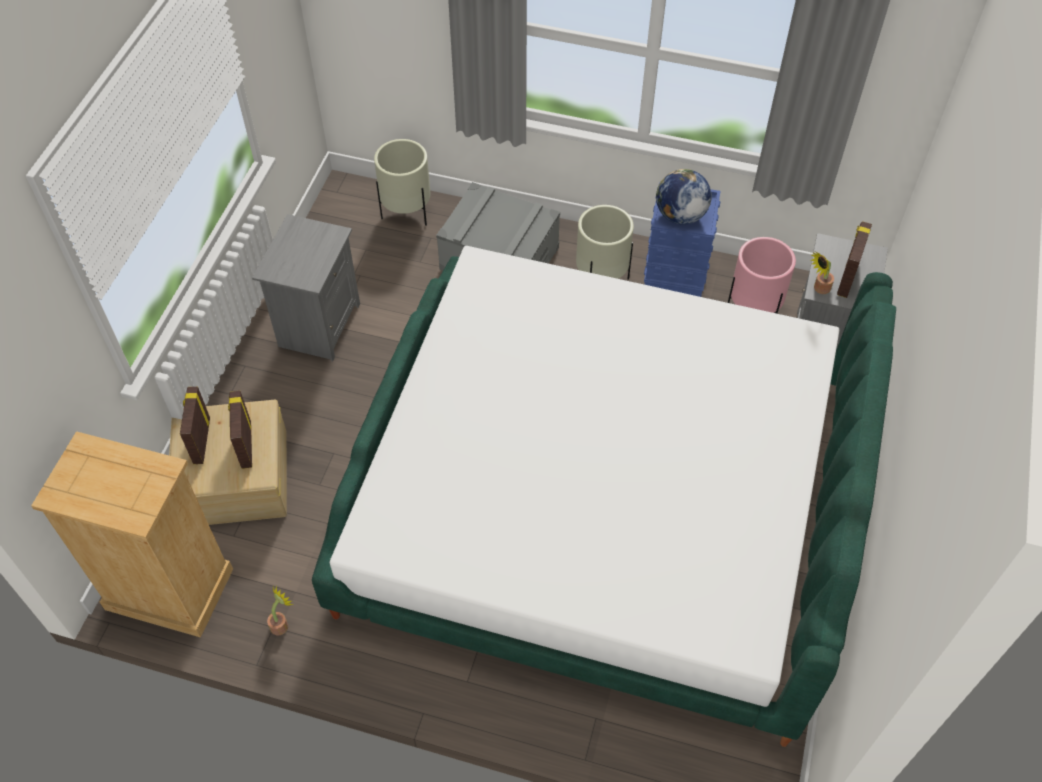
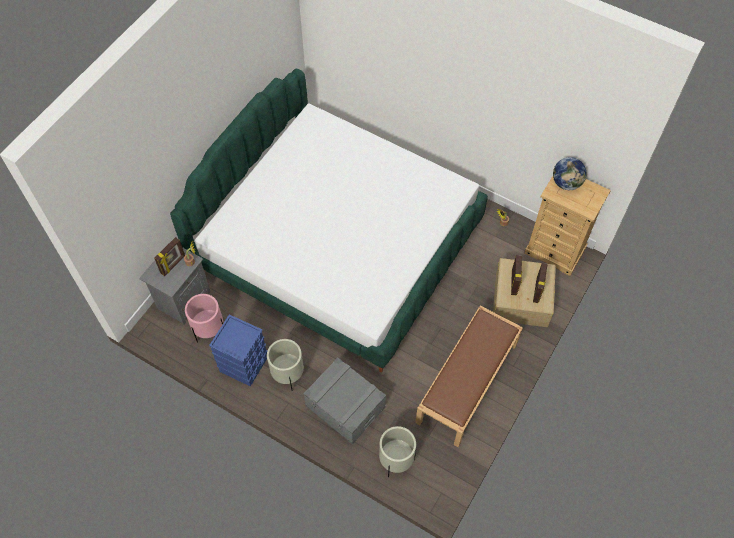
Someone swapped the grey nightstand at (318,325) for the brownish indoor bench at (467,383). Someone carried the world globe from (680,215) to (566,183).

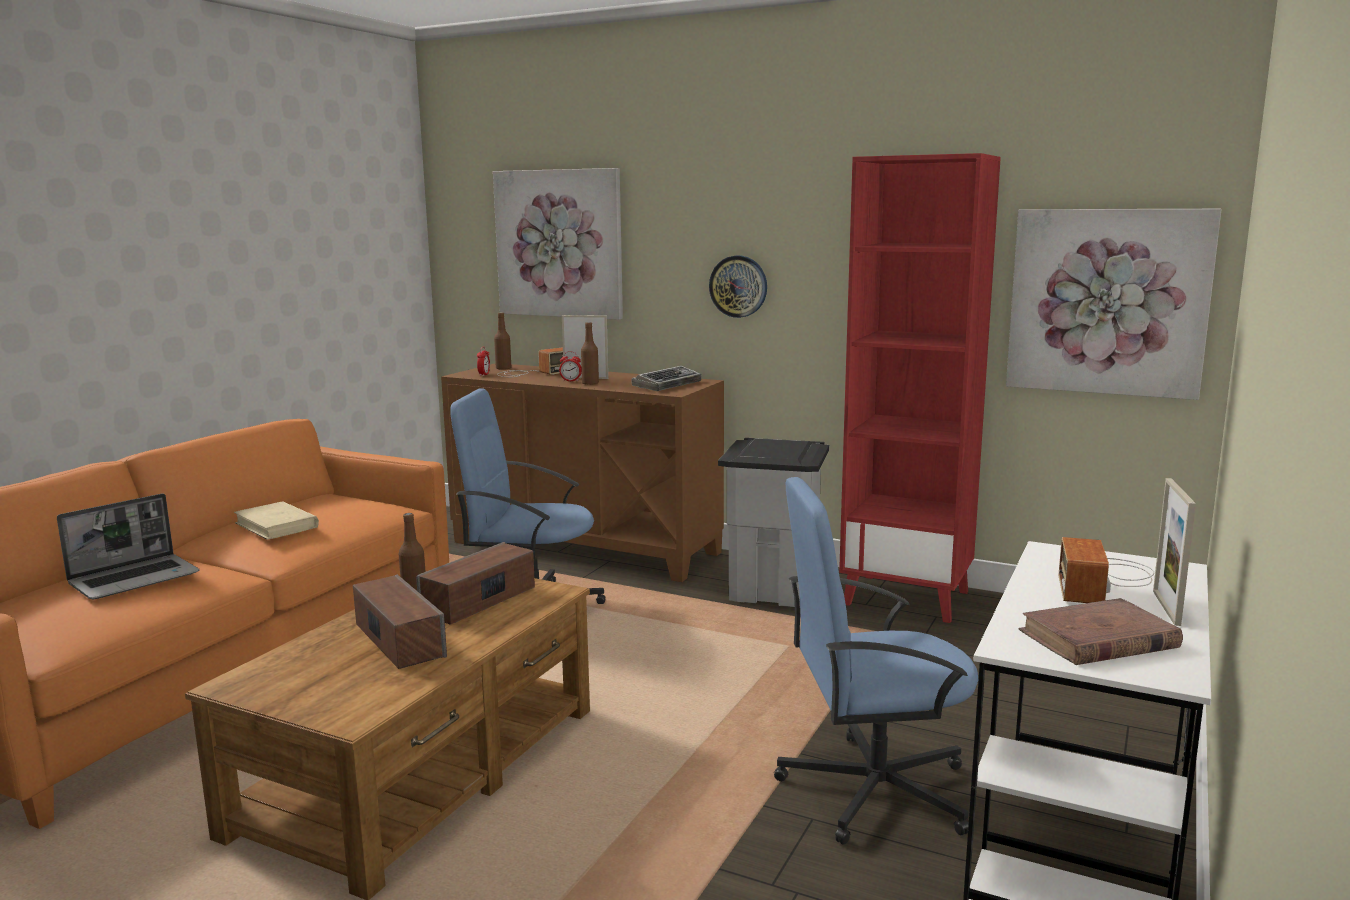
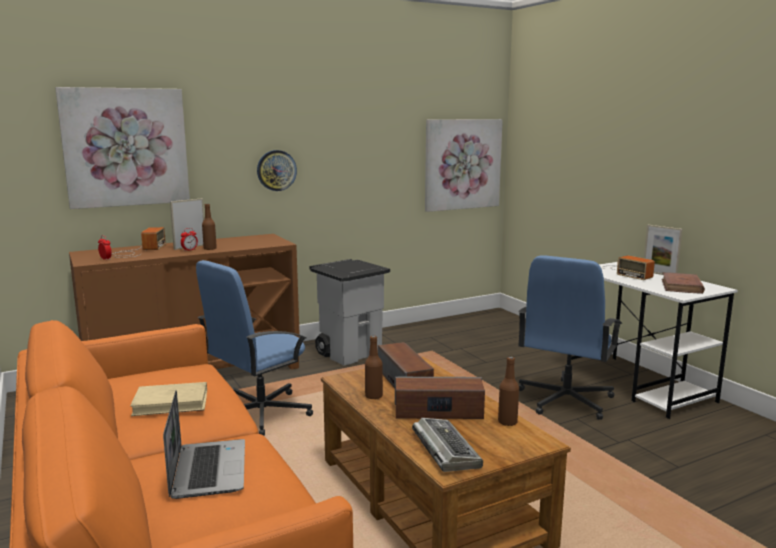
Someone carried the brownish drink bottle from (503,368) to (507,422). Someone carried the PC keyboard from (667,385) to (445,450). Someone took away the red-coloured bookshelf at (907,597).

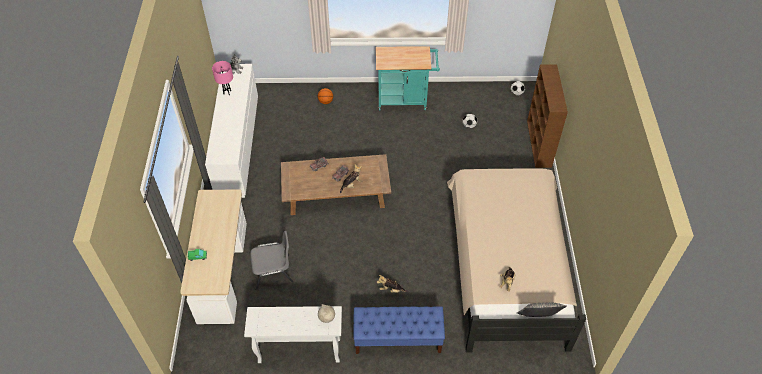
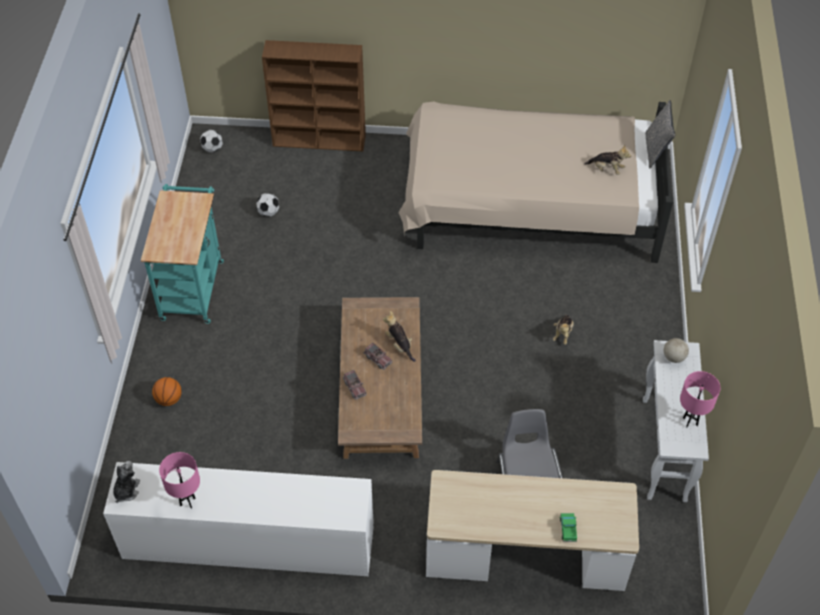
Someone took away the bluish indoor bench at (397,339). Someone put down the pinkish tabletop lamp at (690,421).

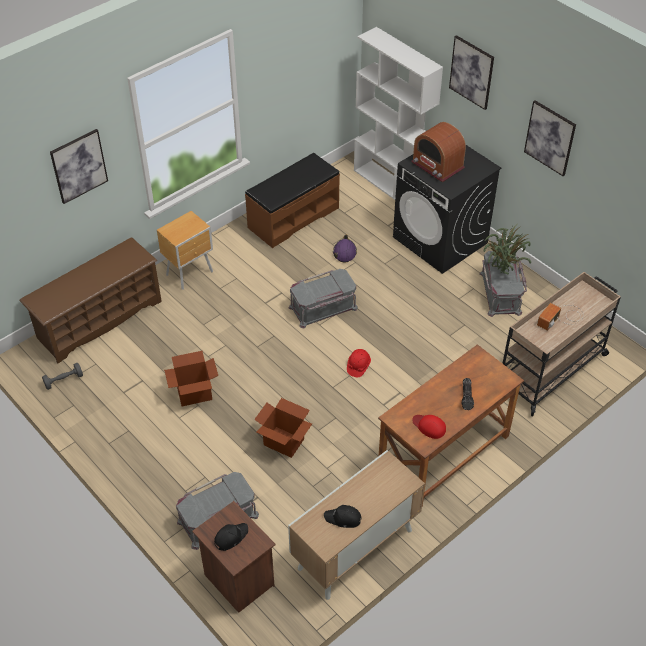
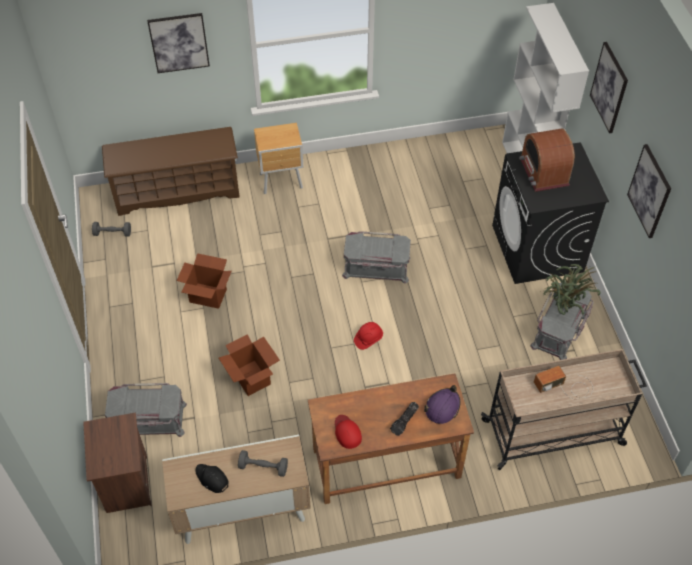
Someone took away the black baseball cap at (230,537). Someone took away the brownish indoor bench at (293,217). Someone carried the purple-coloured hard hat from (344,252) to (442,407). Someone put down the grey hand weight at (263,467).

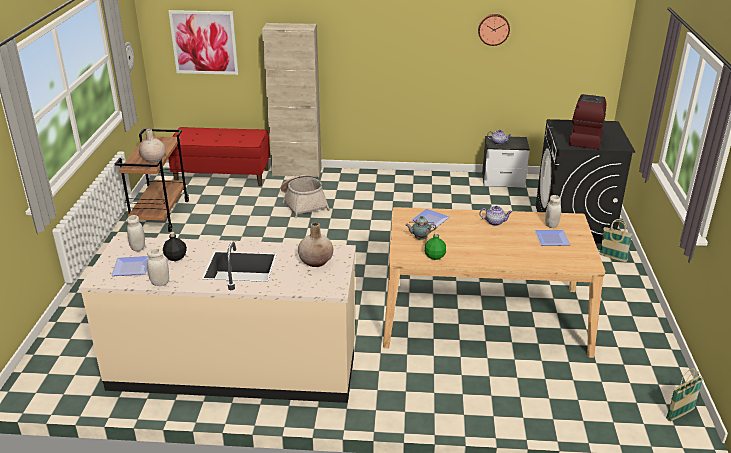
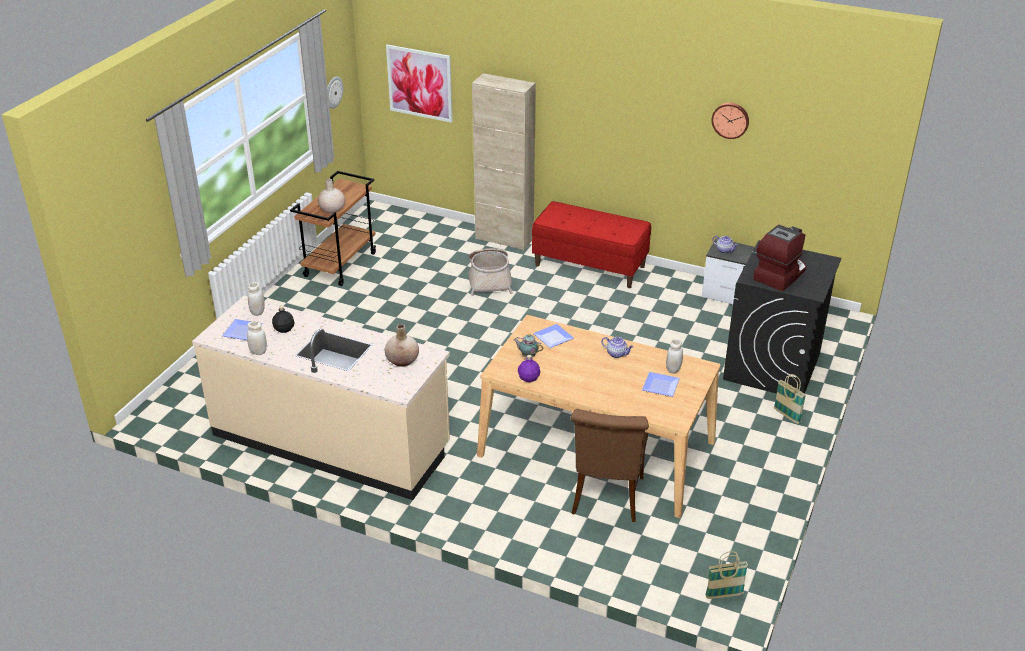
Someone carried the red-coloured indoor bench from (222,176) to (590,265). Someone repainted the green drink bottle at (434,256), which became the purple-coloured drink bottle at (528,378). Someone put down the brownish plain chair at (606,499).

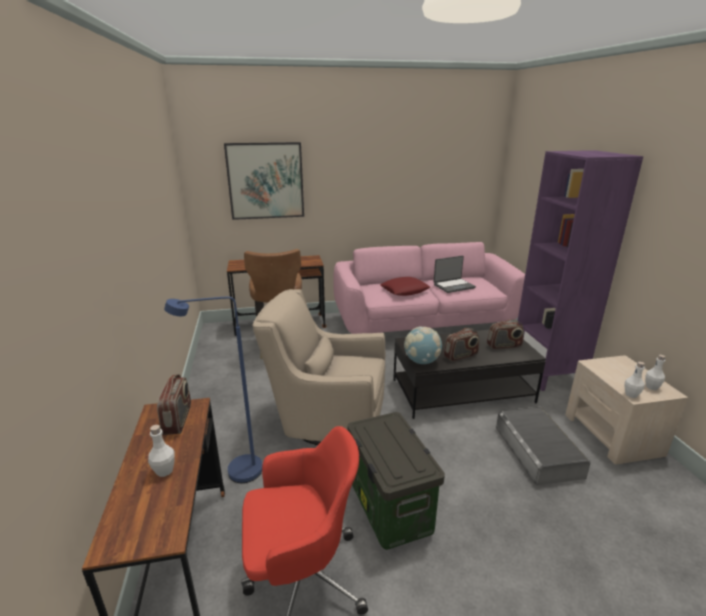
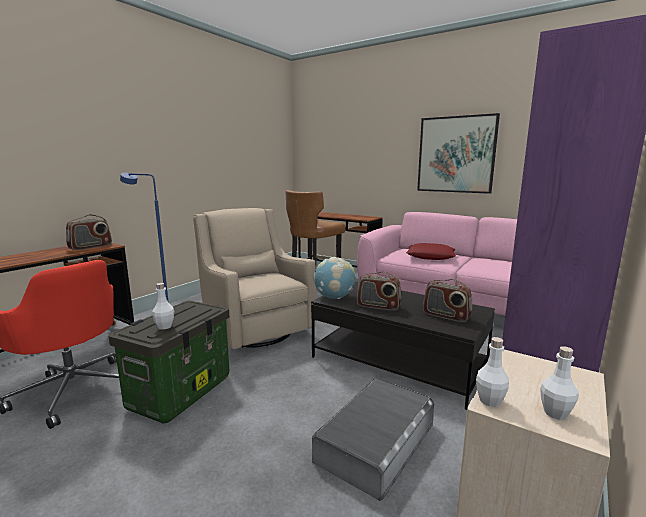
Someone carried the white-coloured drink bottle from (164,471) to (164,327). Someone carried the picture from (265,181) to (456,154). Someone took away the notebook computer at (453,286).

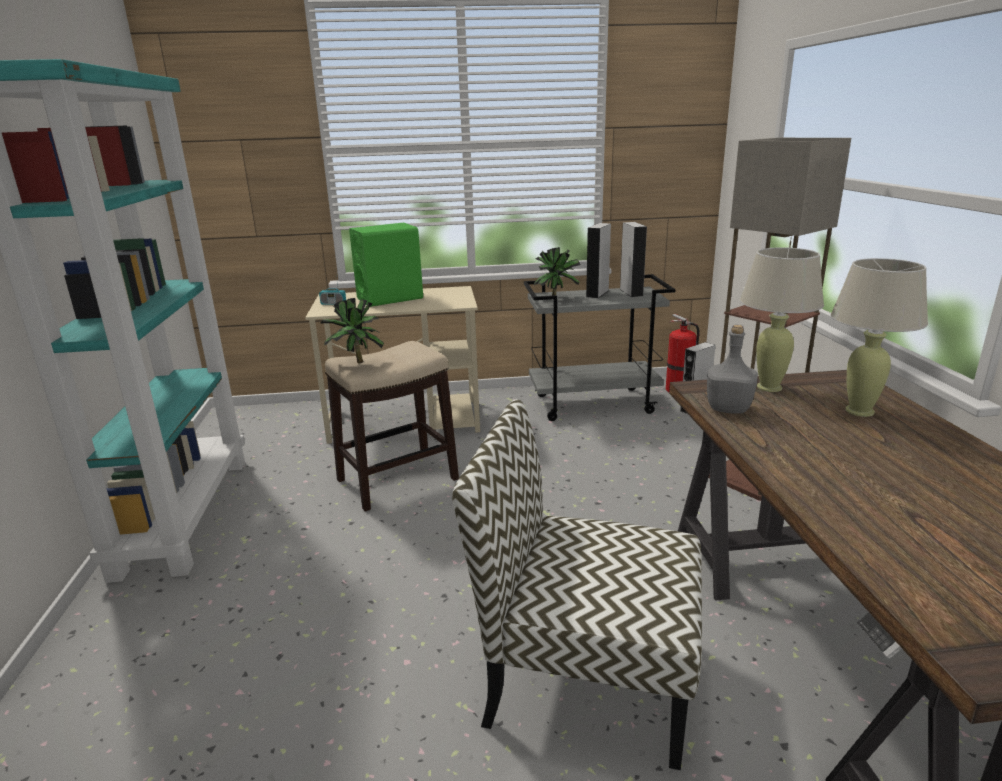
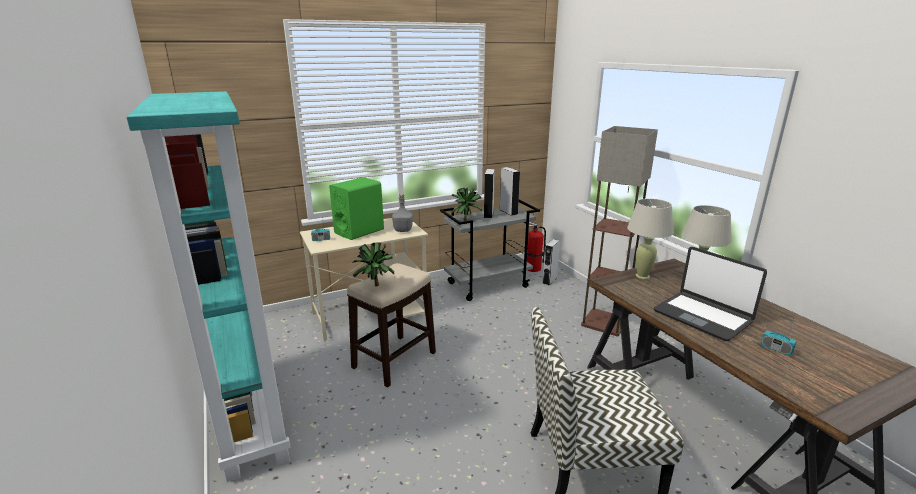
Someone carried the grey drink bottle from (727,408) to (402,230). Someone put down the notebook computer at (702,316). Someone put down the radio receiver at (776,349).

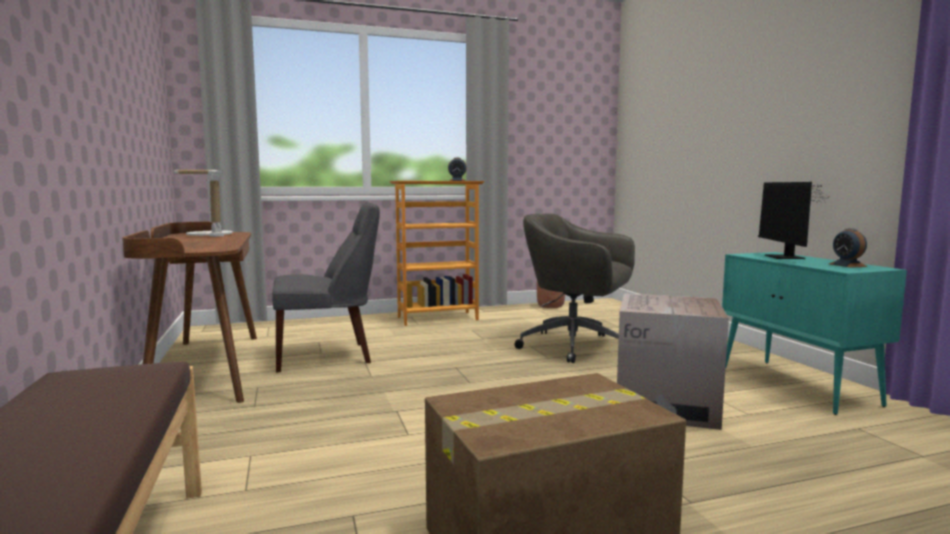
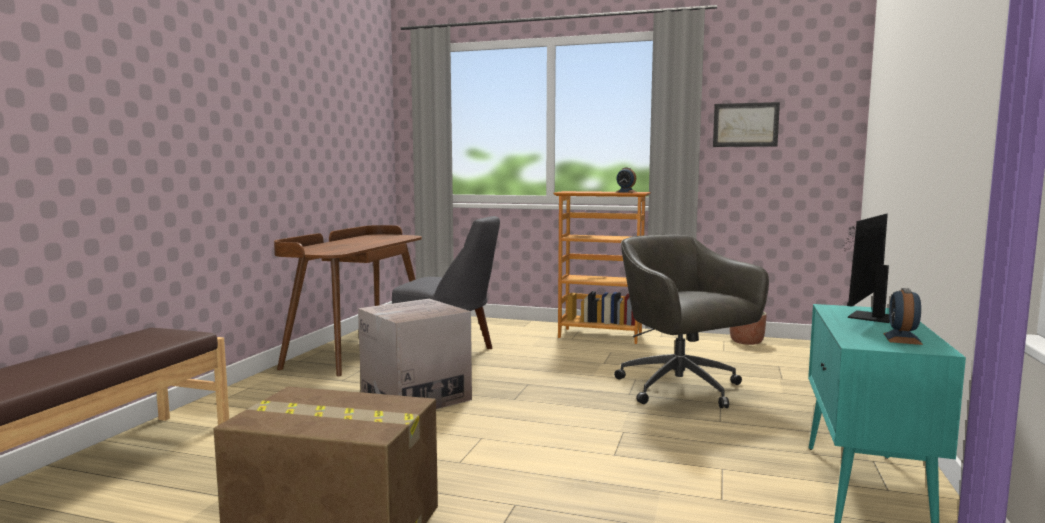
Someone took away the tabletop lamp at (206,235). Someone carried the packing box from (665,405) to (415,397). Someone put up the picture at (745,125).

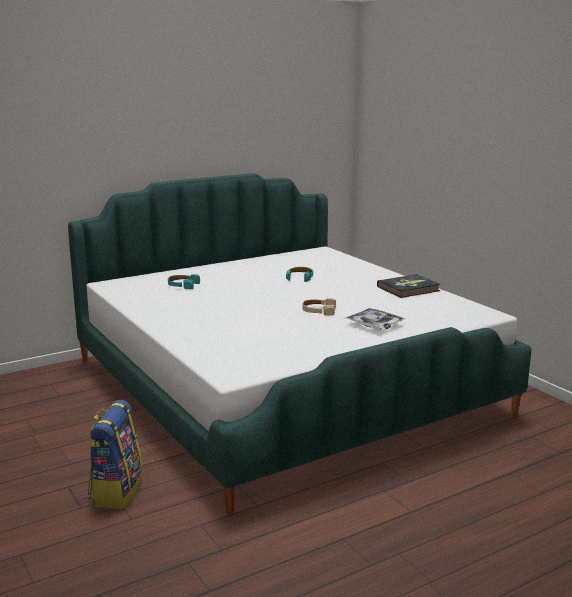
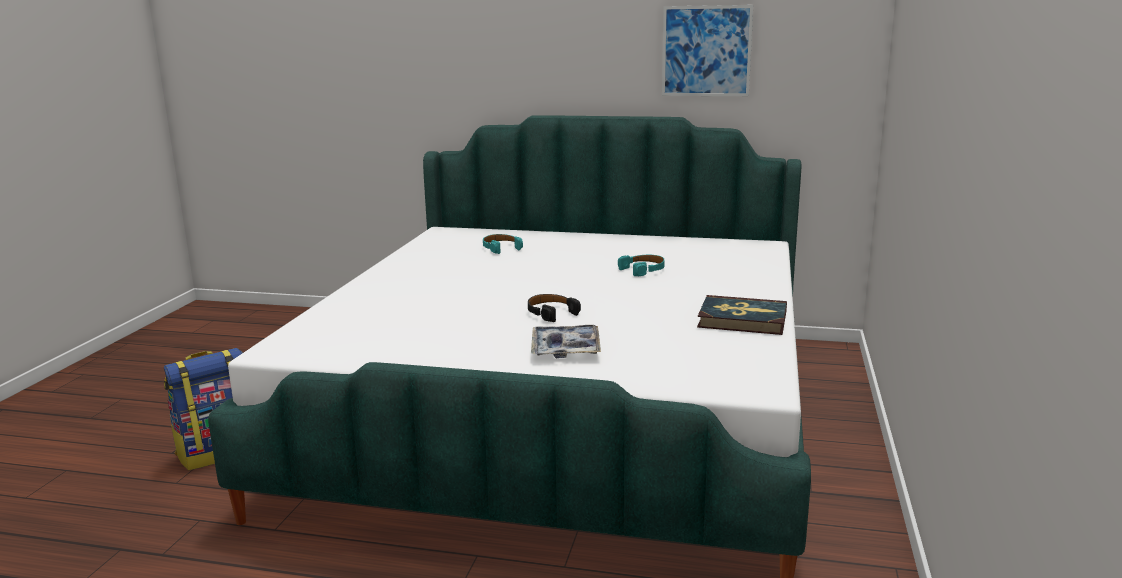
Someone repainted the sand-coloured headset at (318,311), which became the black headset at (551,313). Someone put up the picture at (706,51).

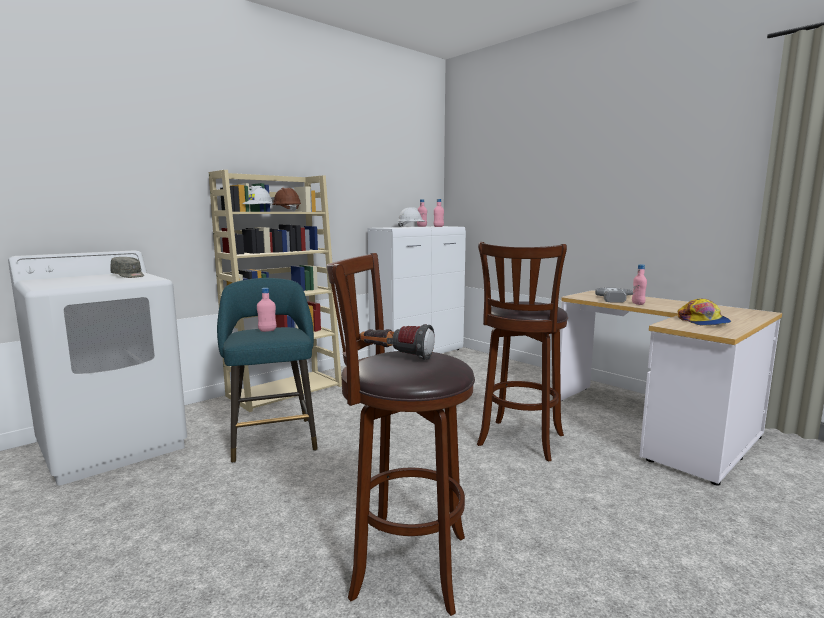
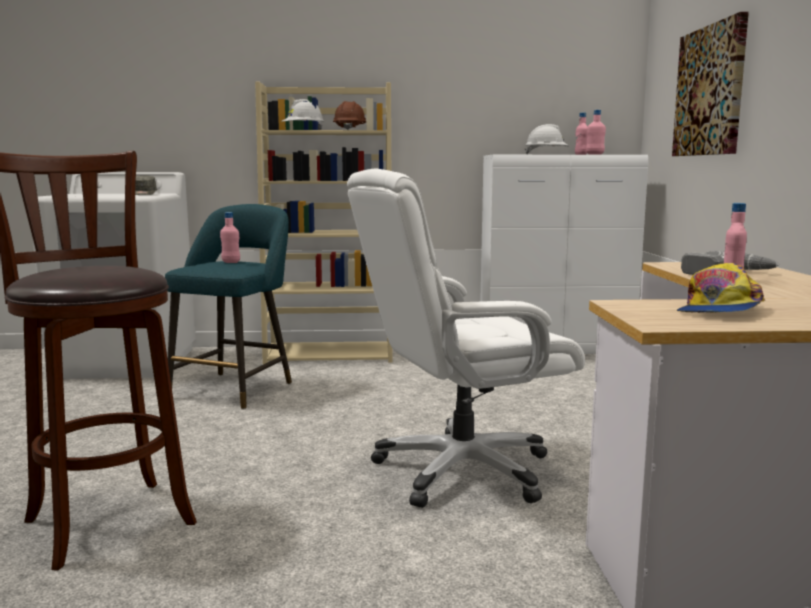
Someone took away the hand torch at (395,356). Someone swapped the brownish stool at (519,442) for the white-coloured computer chair at (461,470). Someone put up the picture at (710,91).

